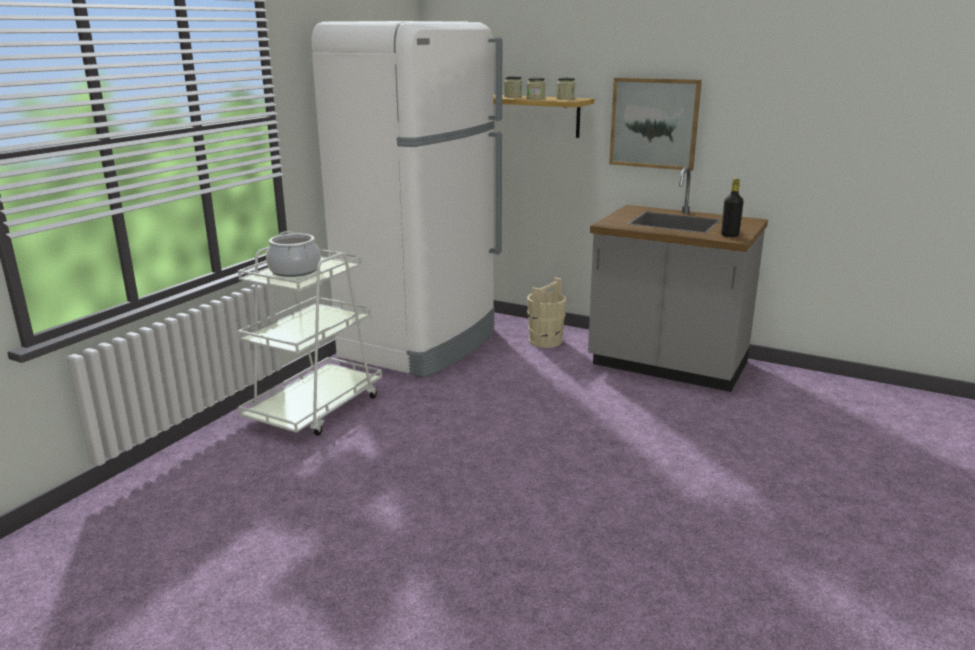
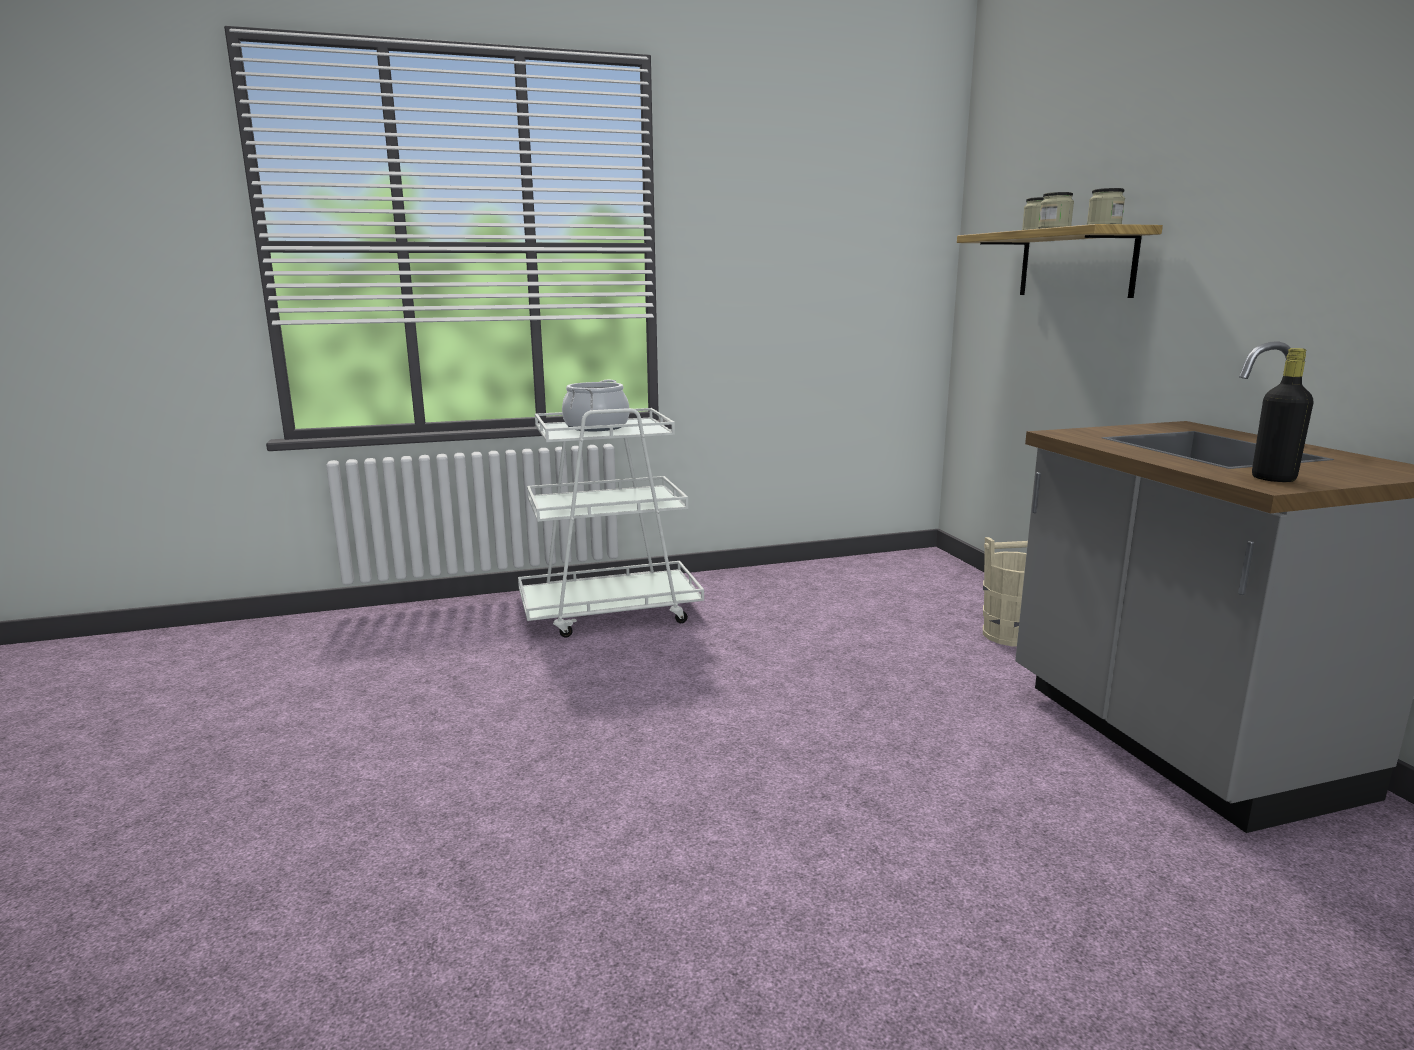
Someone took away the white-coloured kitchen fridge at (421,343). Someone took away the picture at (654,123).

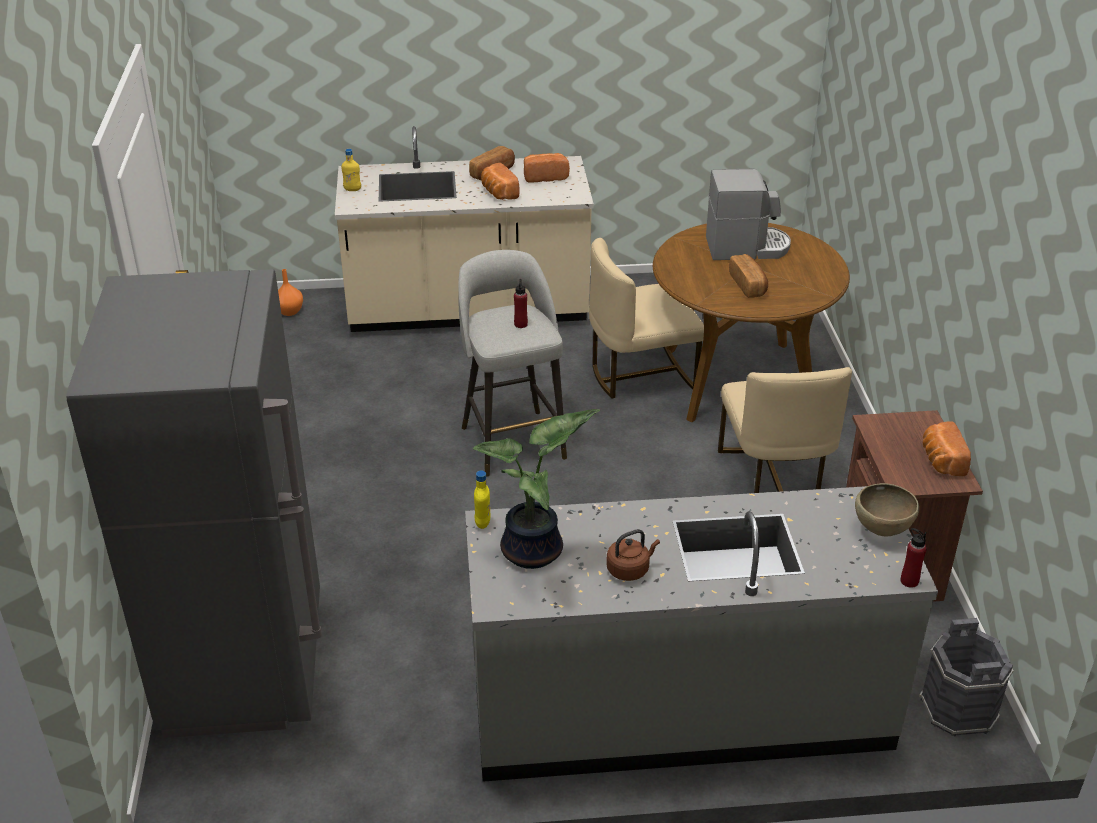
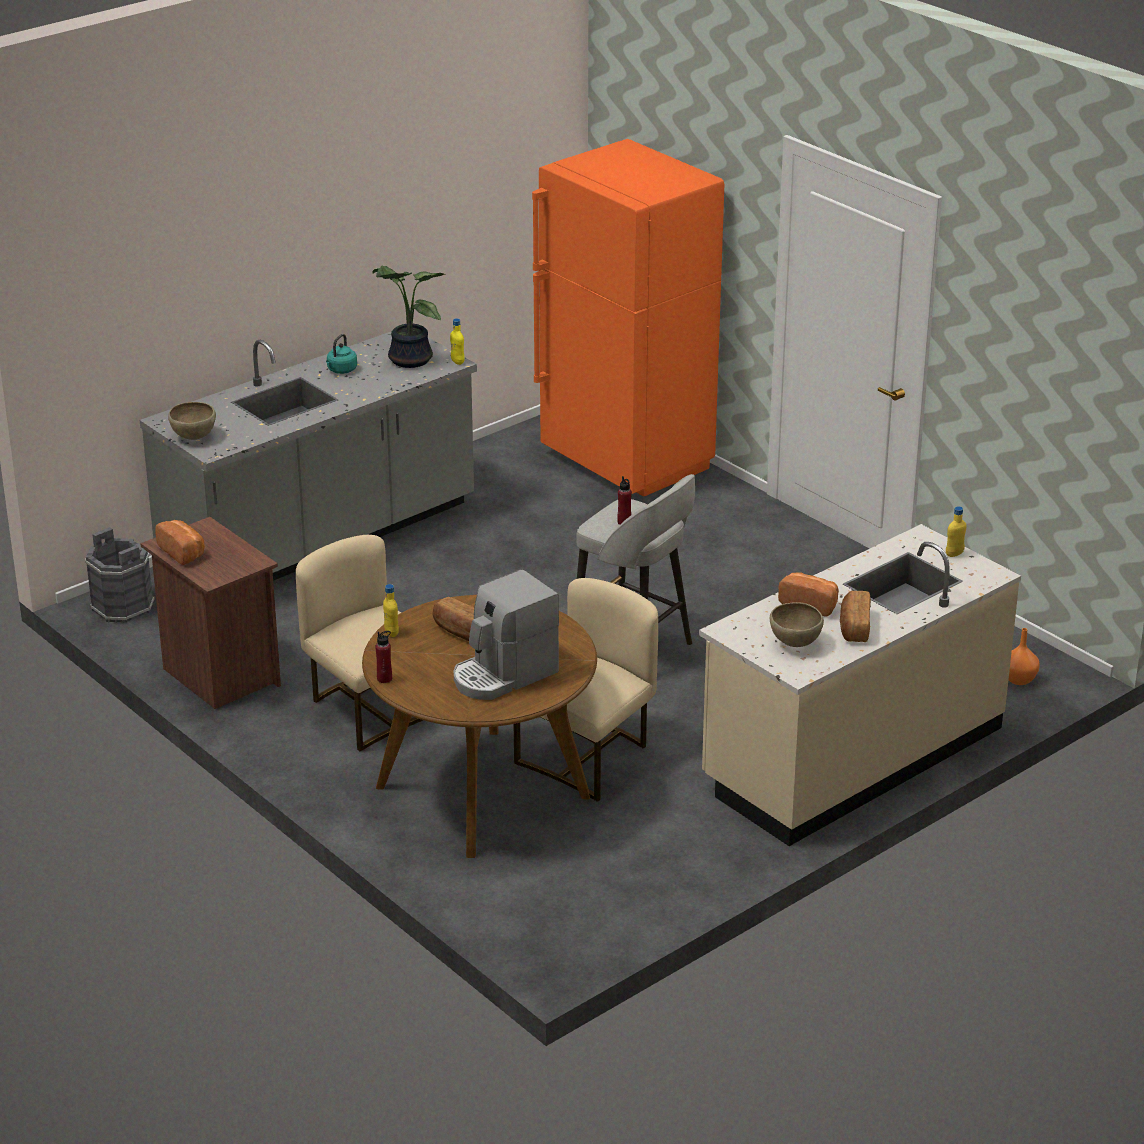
Someone repainted the grey kitchen fridge at (246,665), which became the orange kitchen fridge at (626,462). Someone swapped the bread at (545,176) for the brownish deep dish at (794,643). Someone repainted the brownish tea kettle at (630,569), which became the turquoise-coloured tea kettle at (341,370). Someone carried the red-coloured drink bottle from (909,581) to (384,679). Someone put down the yellow drink bottle at (391,632).

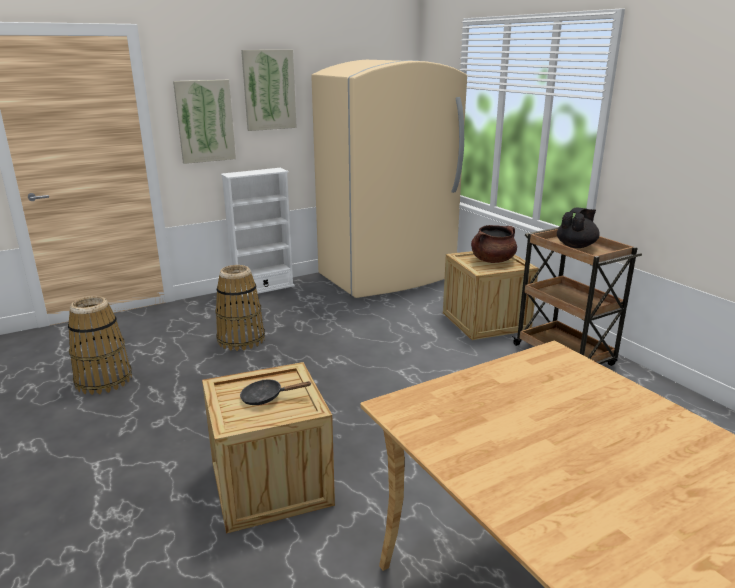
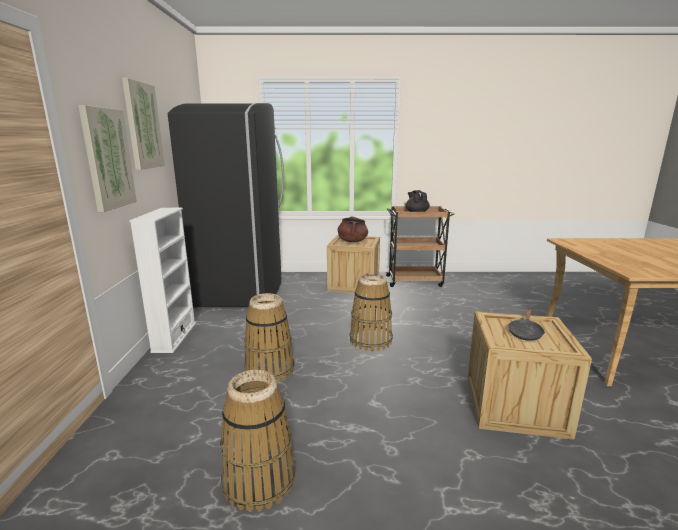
Someone repainted the sand-coloured kitchen fridge at (388,276), which became the black kitchen fridge at (243,289). Someone put down the storage basket at (370,340).

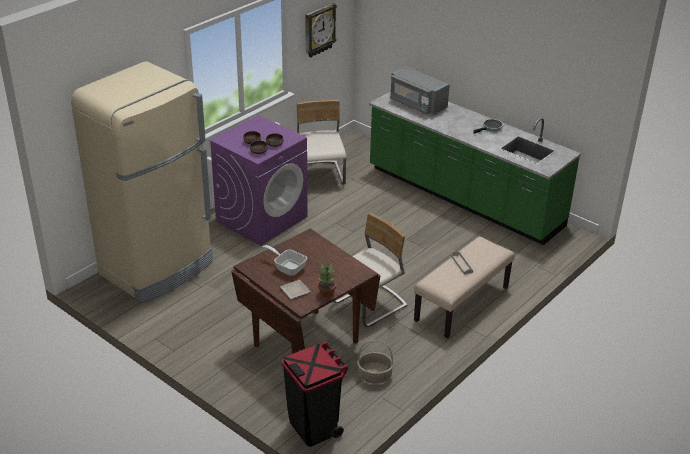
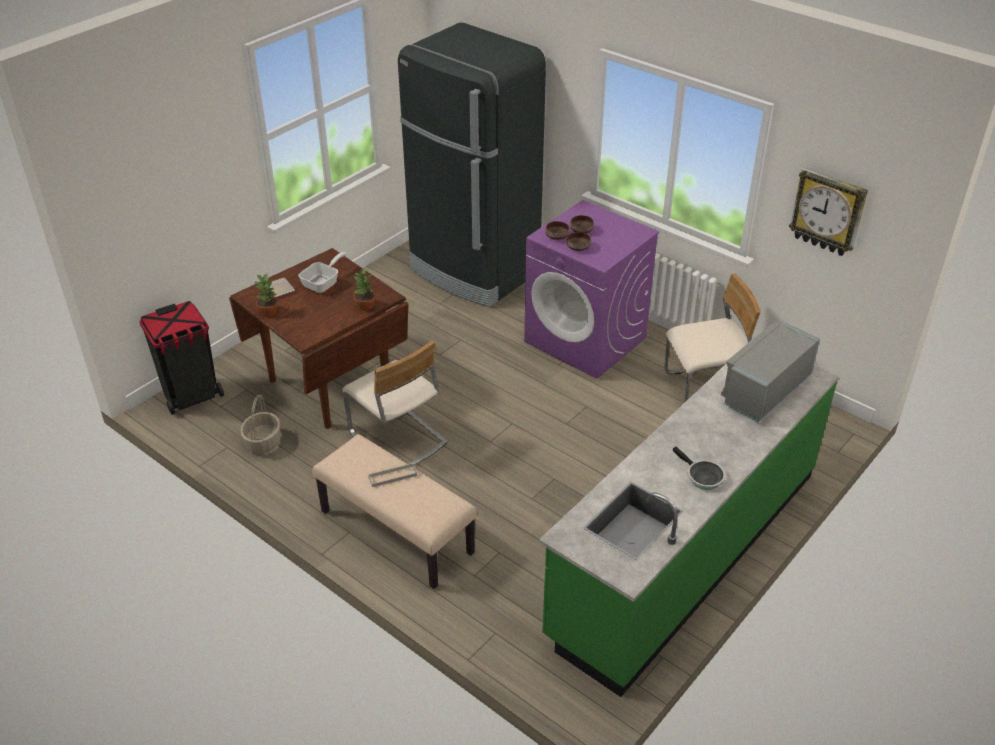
Someone repainted the sand-coloured kitchen fridge at (158,268), which became the black kitchen fridge at (473,271). Someone put down the potted plant at (365,306).

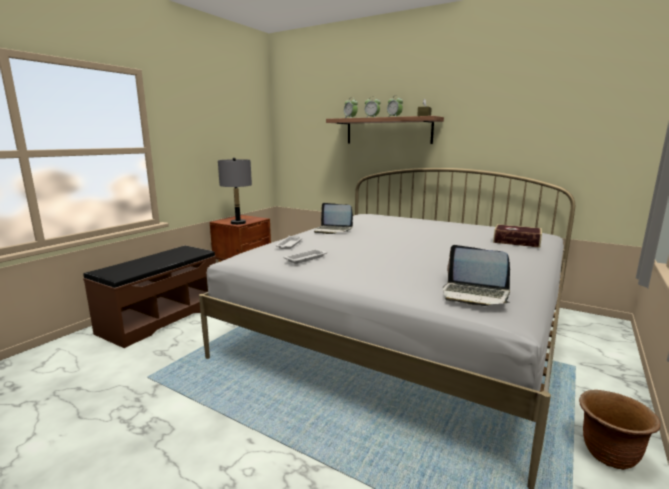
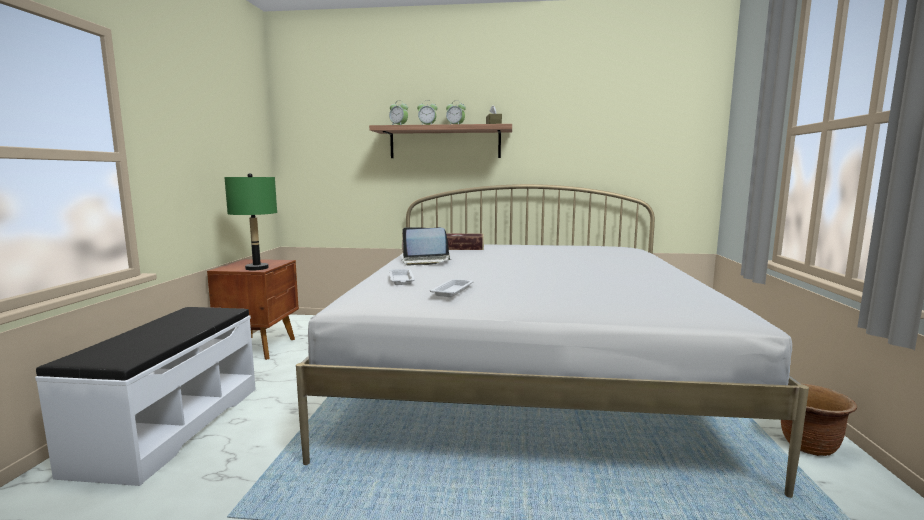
Someone repainted the brownish indoor bench at (161,318), which became the white-coloured indoor bench at (170,426). Someone repainted the grey tabletop lamp at (238,223), which became the green tabletop lamp at (256,268). Someone took away the notebook computer at (474,295). Someone carried the bound book from (516,241) to (463,247).

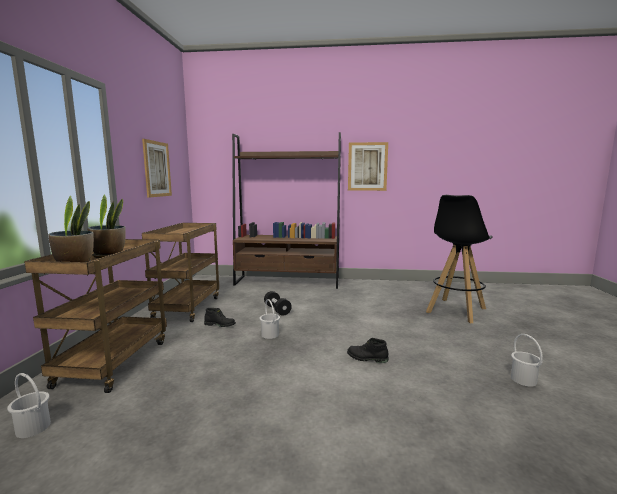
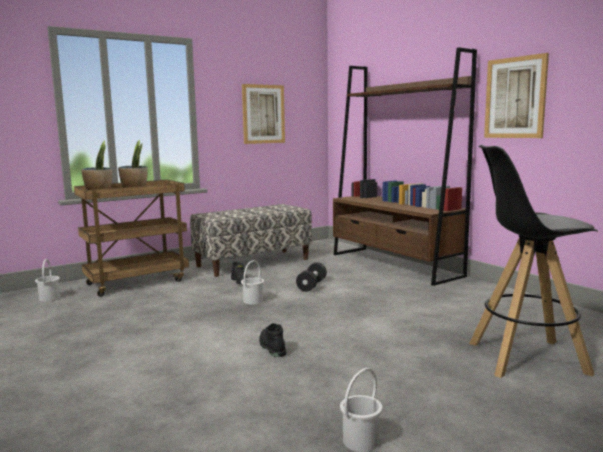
Someone swapped the brownish wheeled cart at (187,307) for the indoor bench at (253,262).

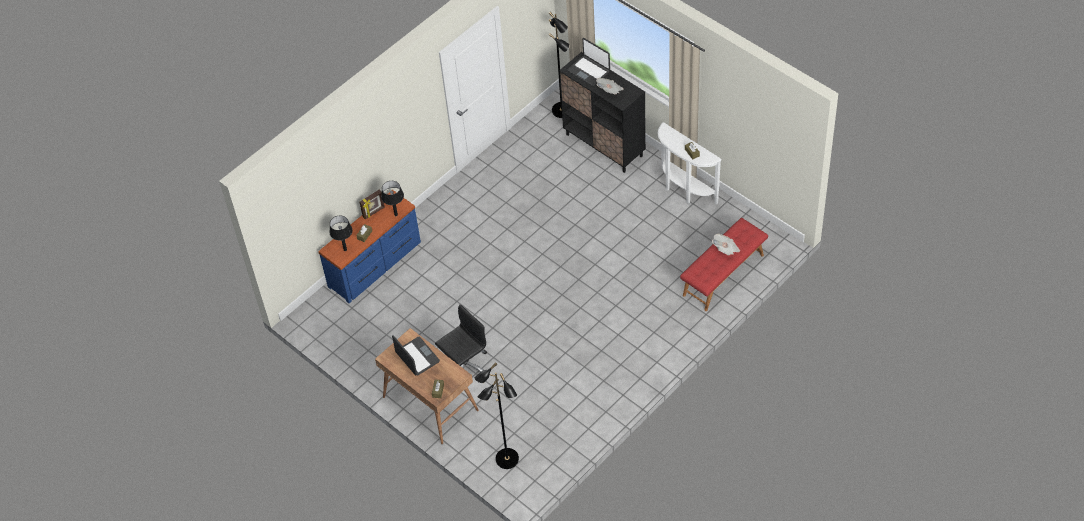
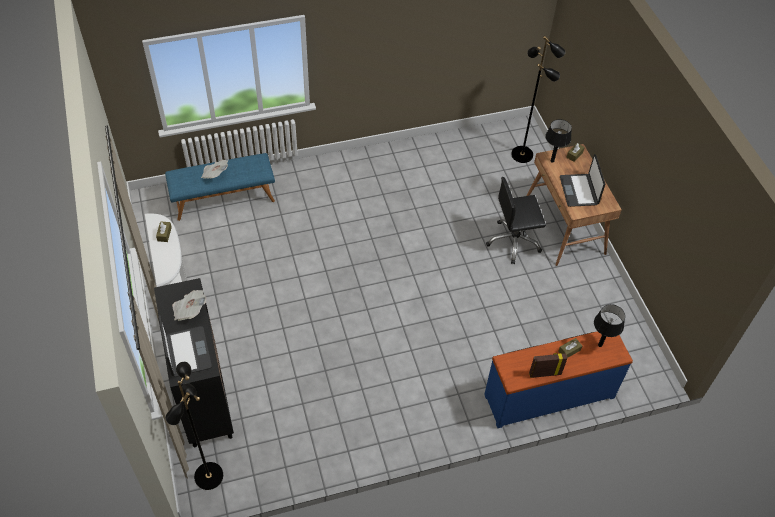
Someone carried the black tabletop lamp from (396,214) to (552,161). Someone repainted the red-coloured indoor bench at (723,275), which became the bluish indoor bench at (224,198).

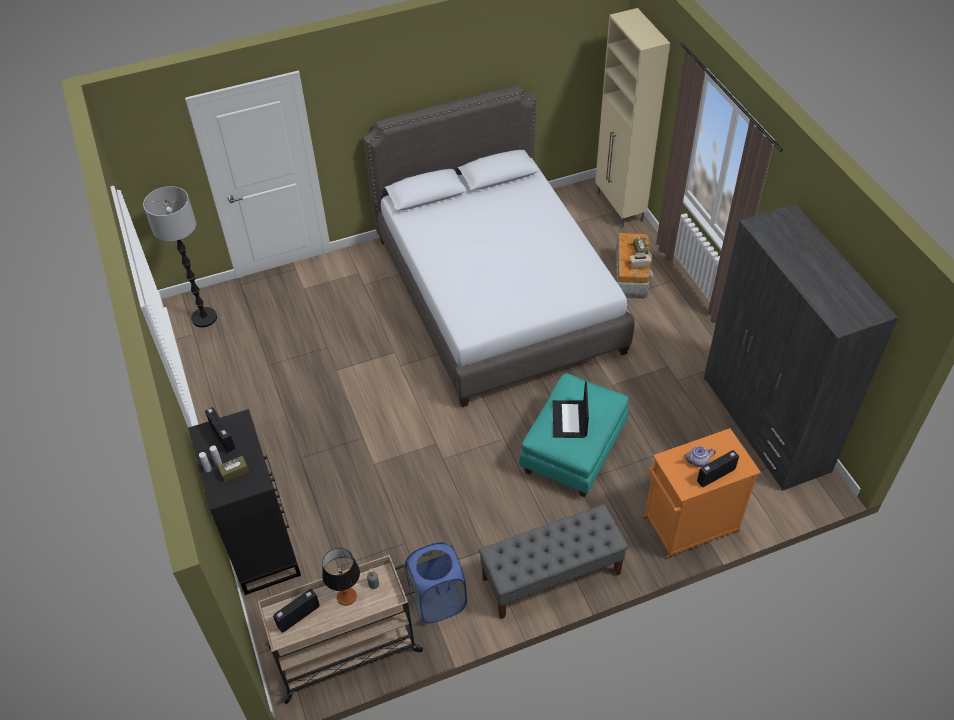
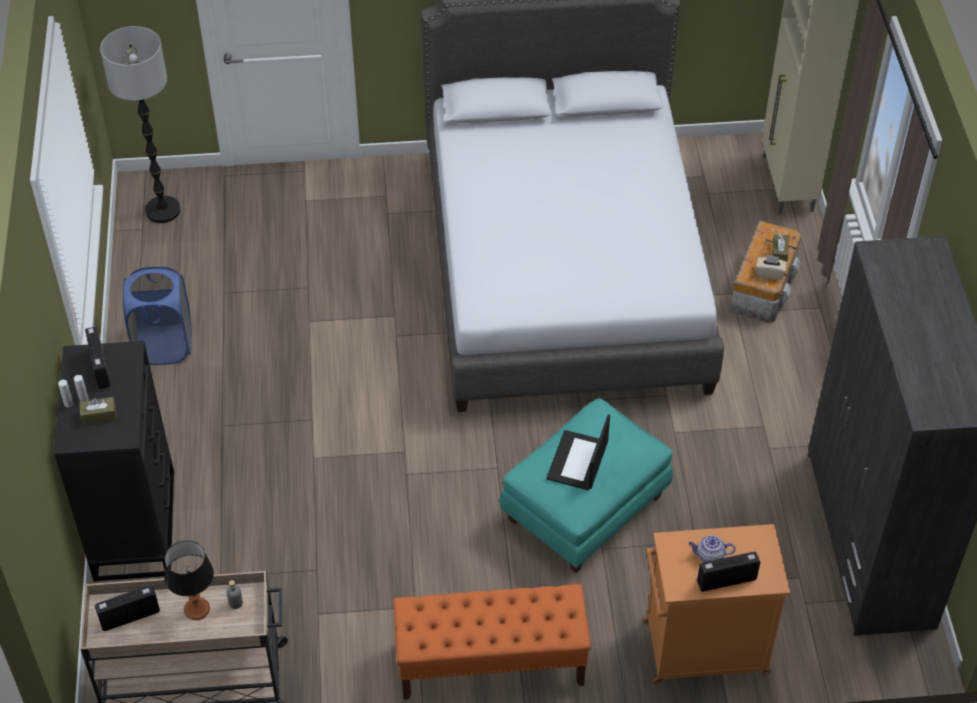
Someone carried the bluish laundry basket from (438,601) to (164,345). Someone repainted the grey indoor bench at (551,576), which became the orange indoor bench at (490,663).

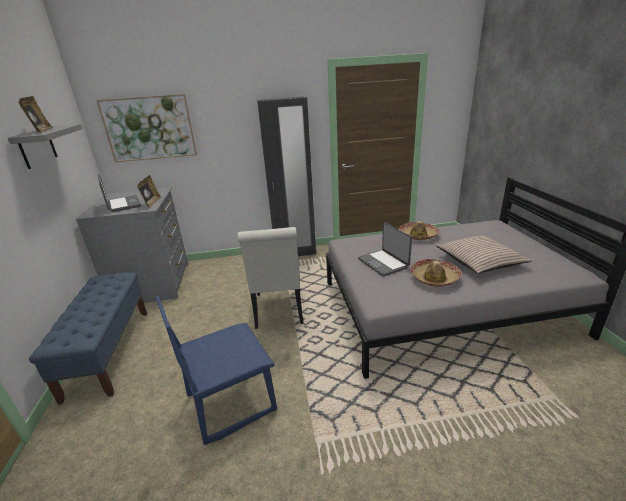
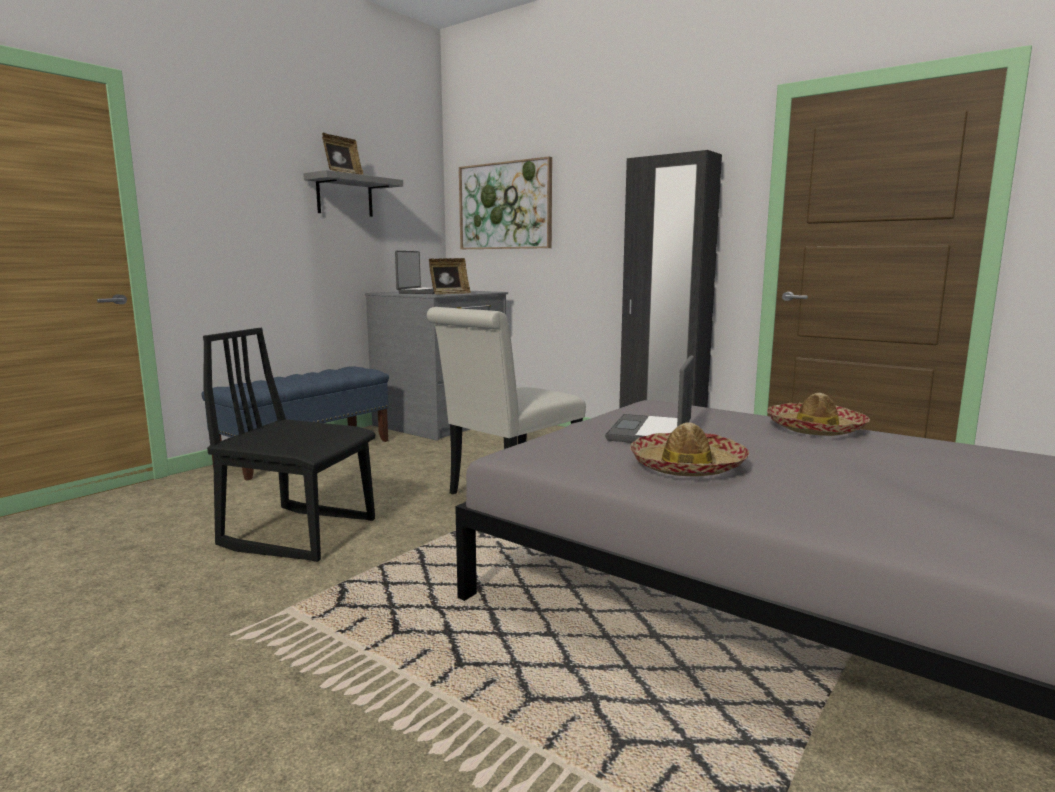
Someone repainted the bluish plain chair at (230,402), which became the black plain chair at (300,533). Someone took away the pillow at (479,261).

